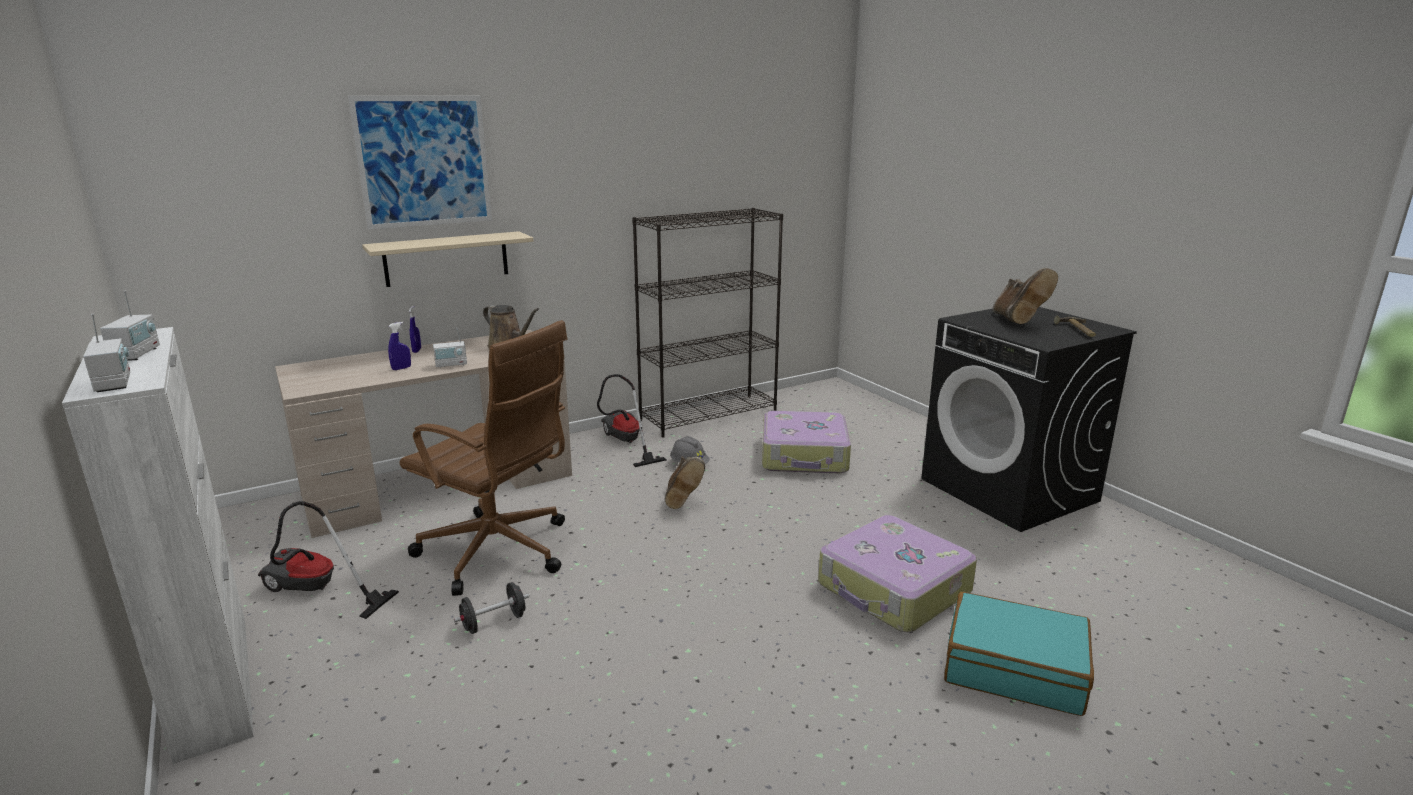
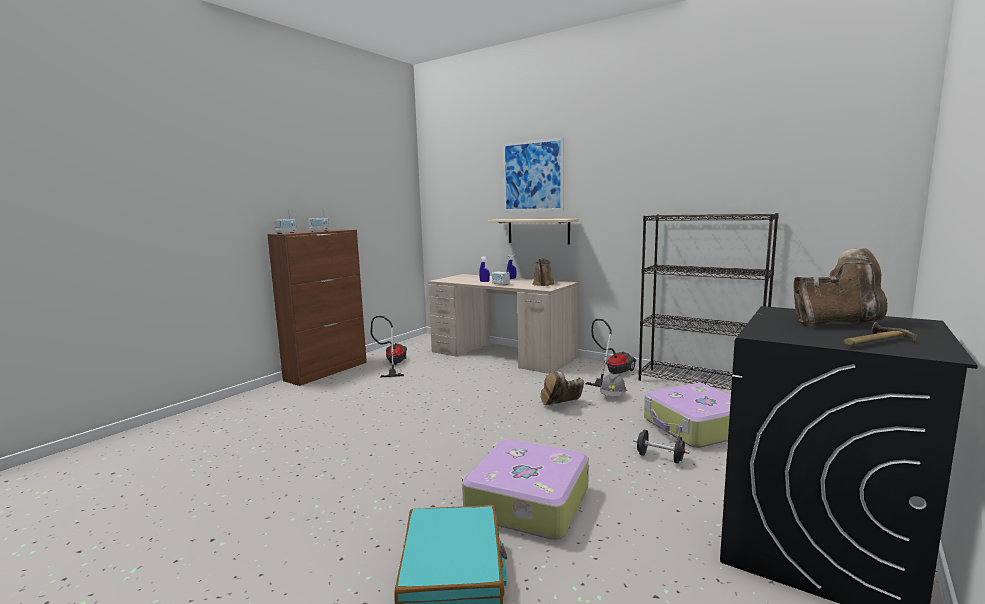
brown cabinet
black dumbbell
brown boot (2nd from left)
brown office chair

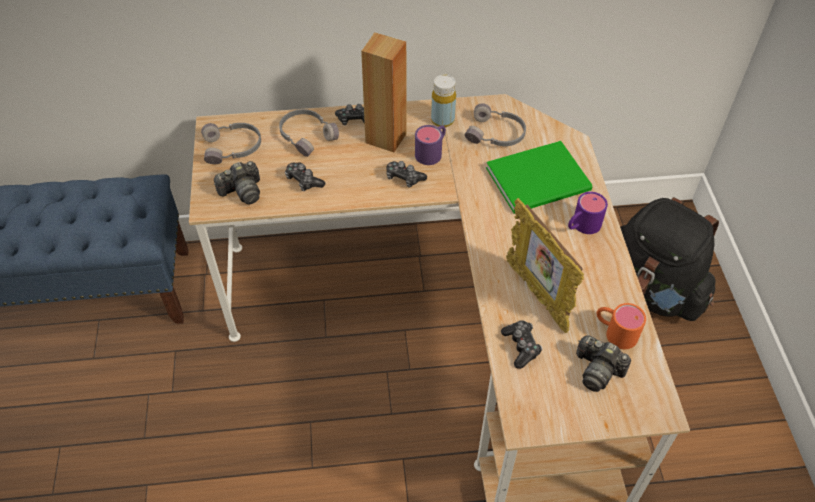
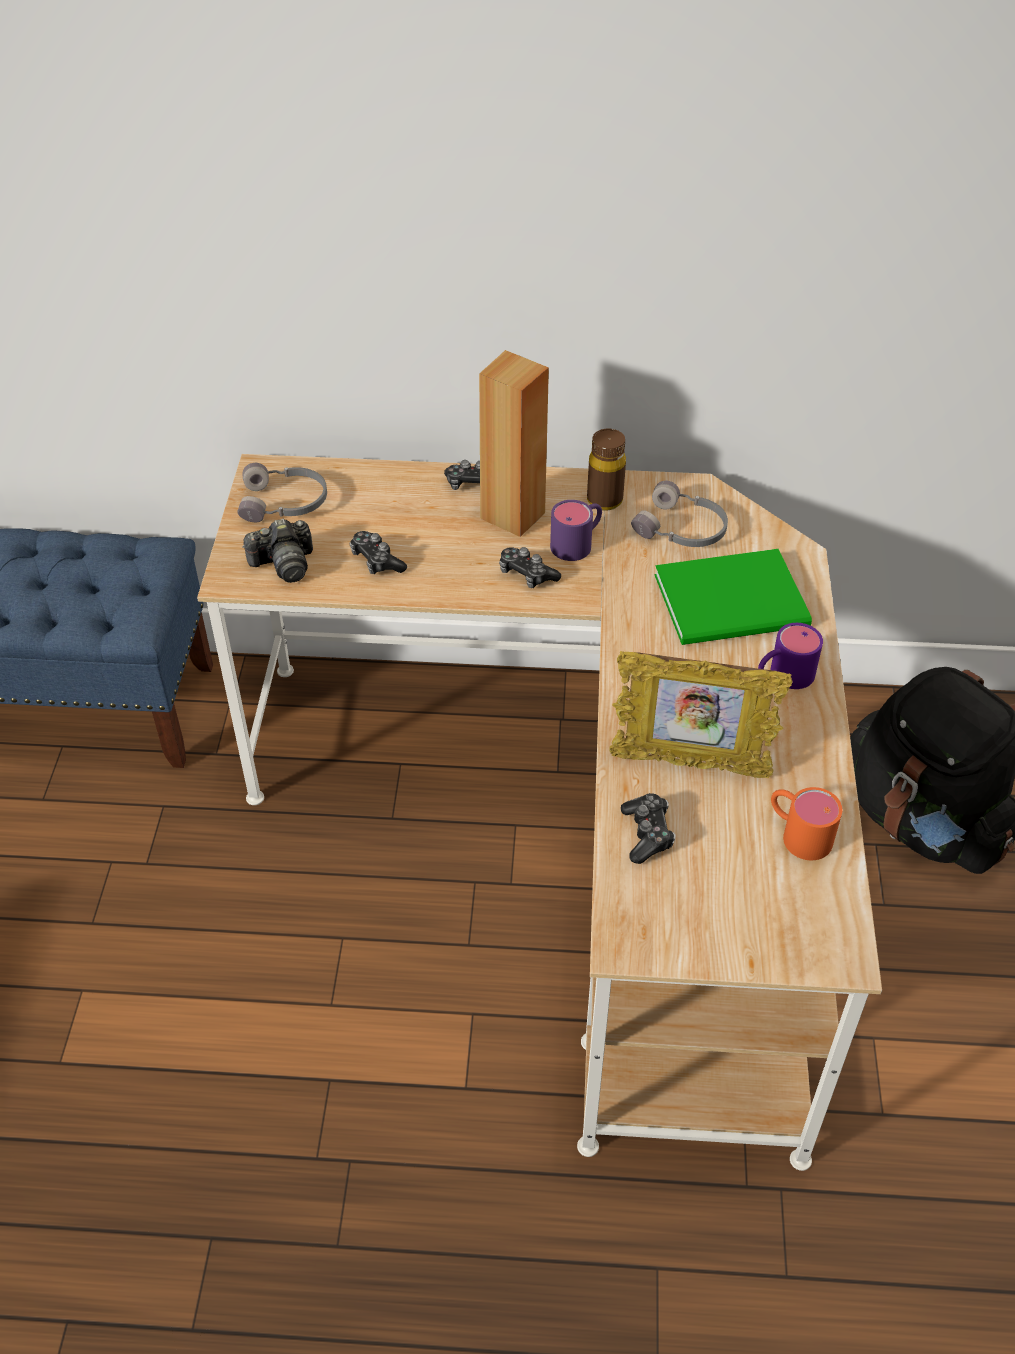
brown bottle
picture frame
grey headphones (2nd from left in the first image)
photo camera (2nd from left in the first image)

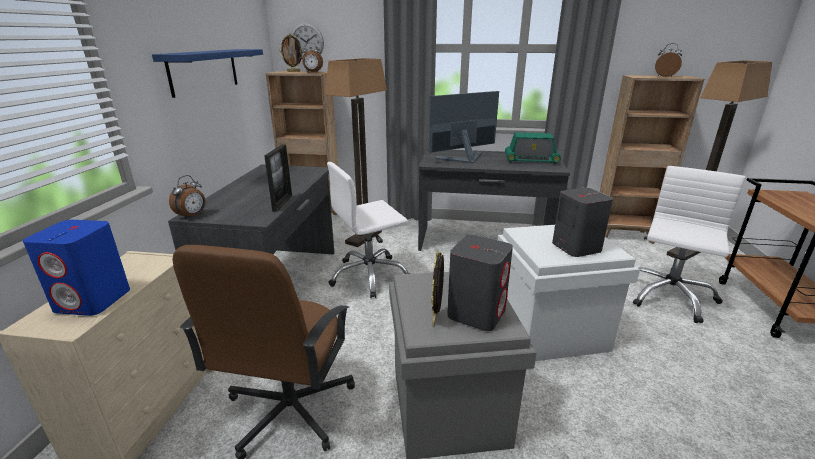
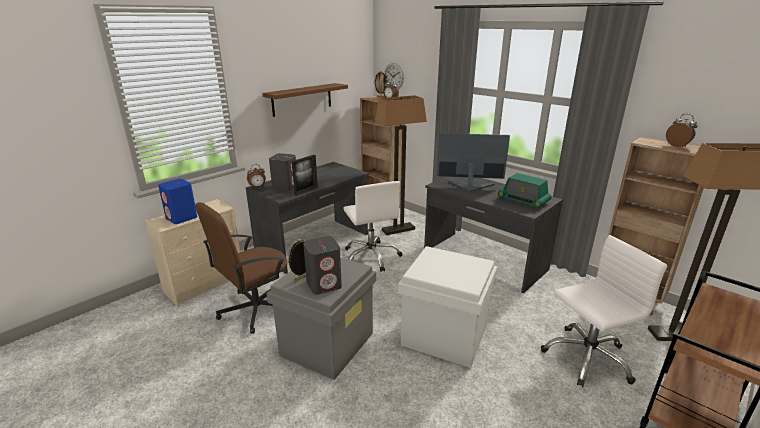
brown shelf
grey speaker (1st from left)
white office chair (1st from left)

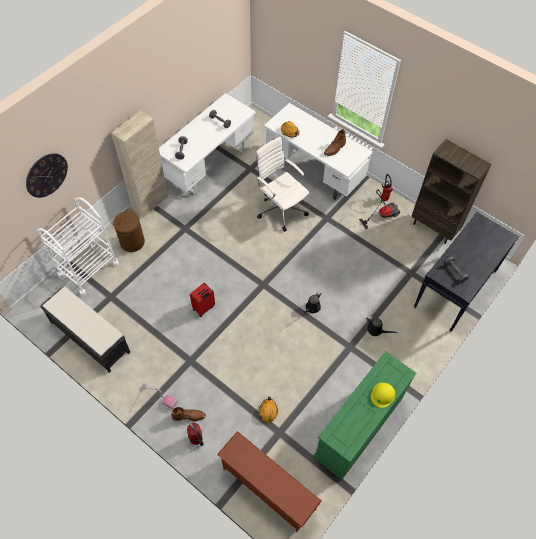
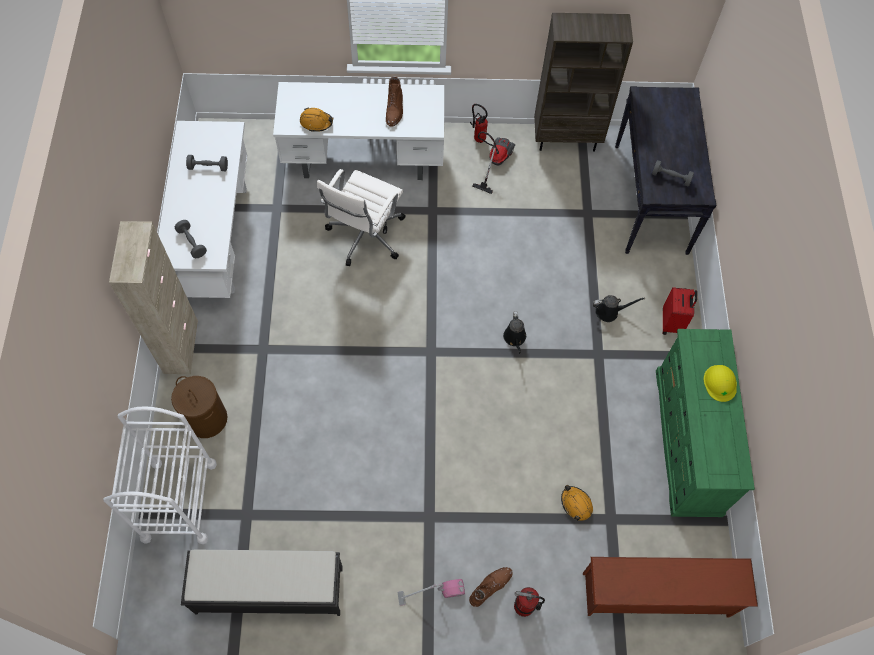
white office chair
red suitcase
wall clock

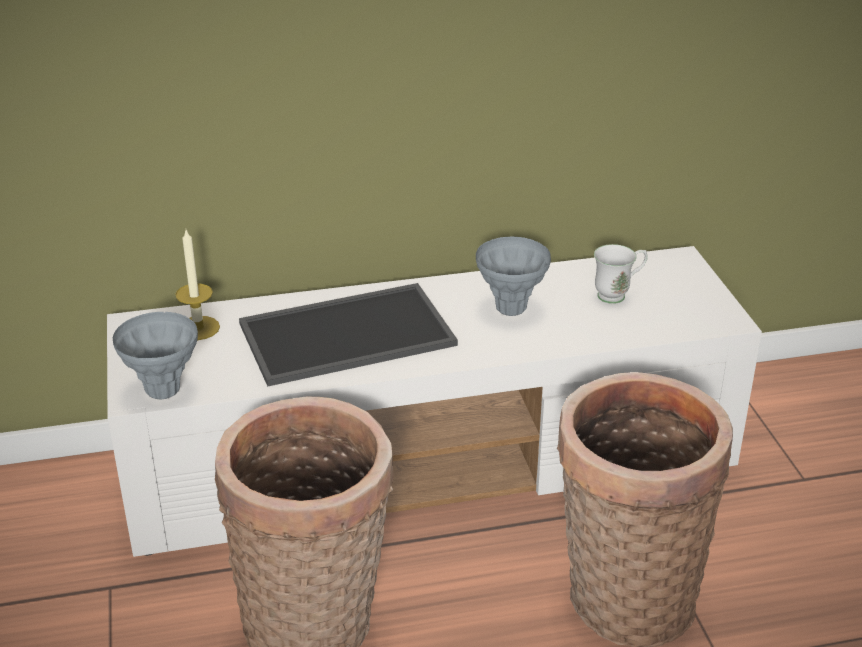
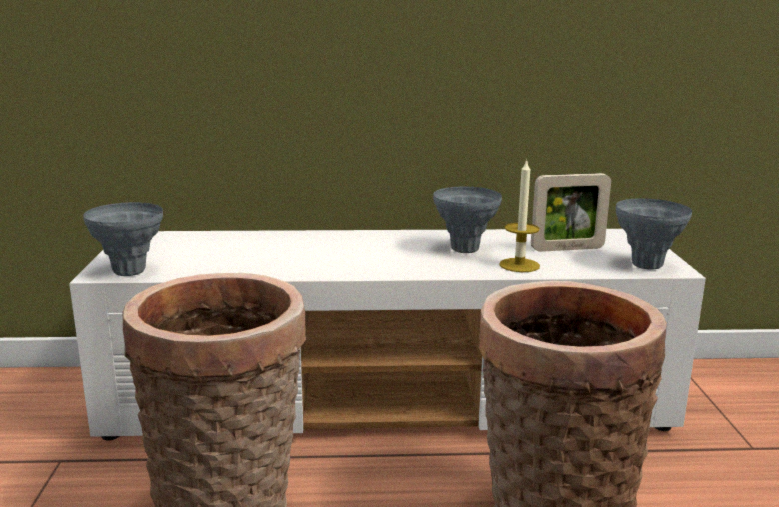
candle
picture frame
grey vase (3rd from left)
tray

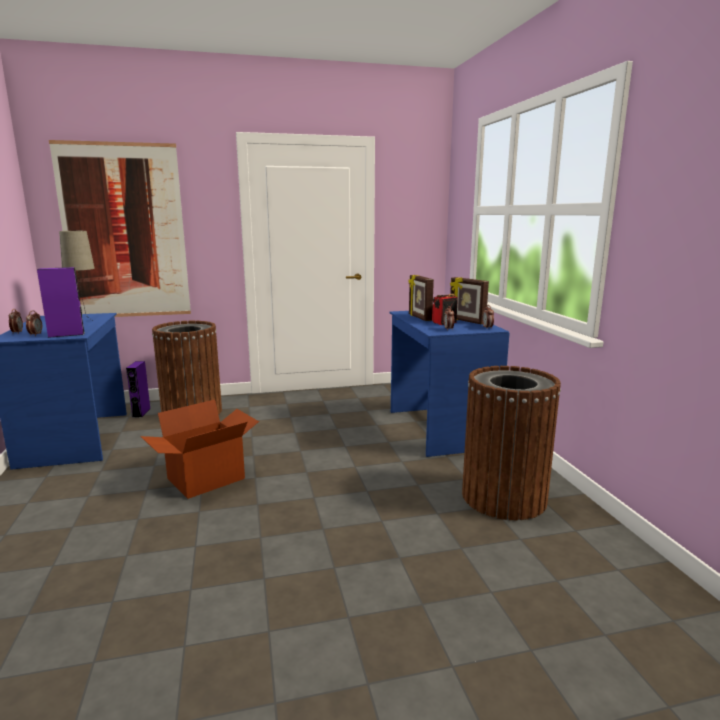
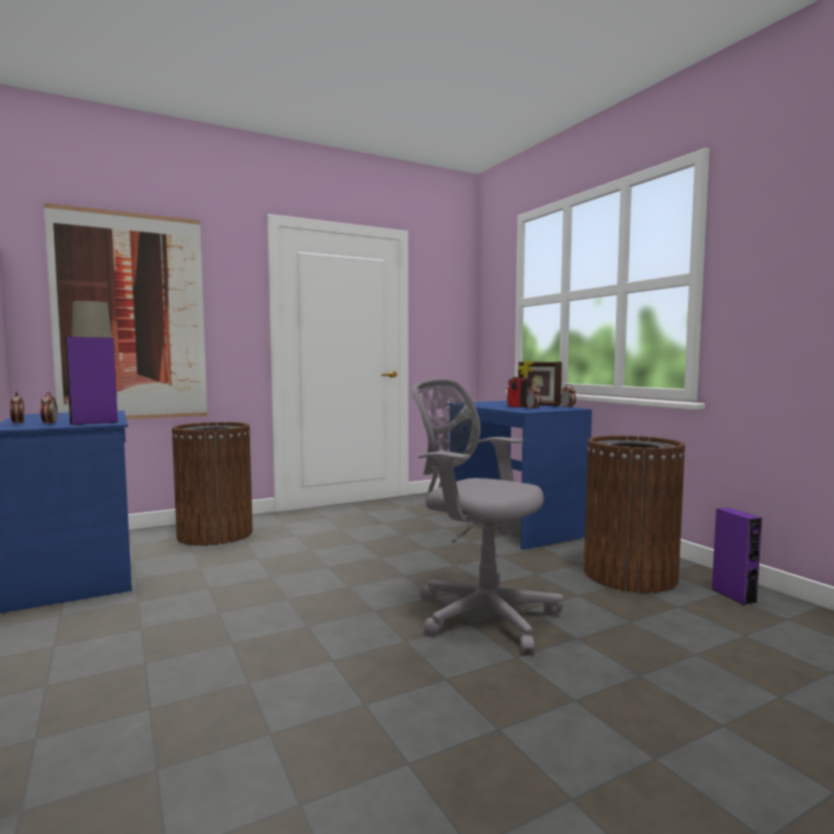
grey office chair
purple speaker (2nd from left)
cardboard box
picture frame (1st from left in the first image)

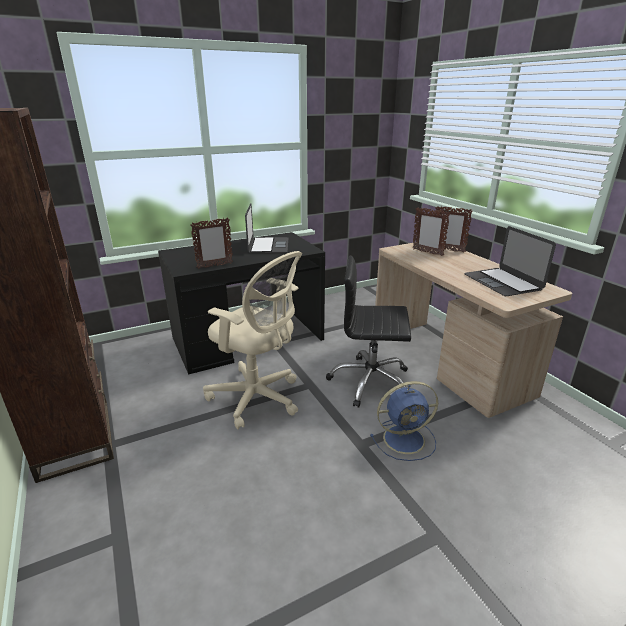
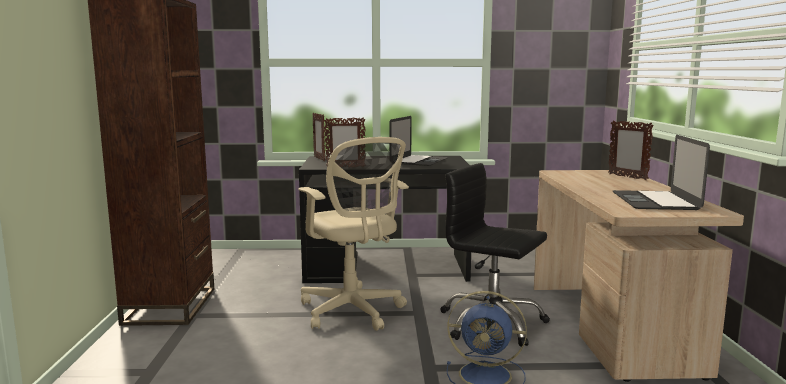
picture frame (1st from left)

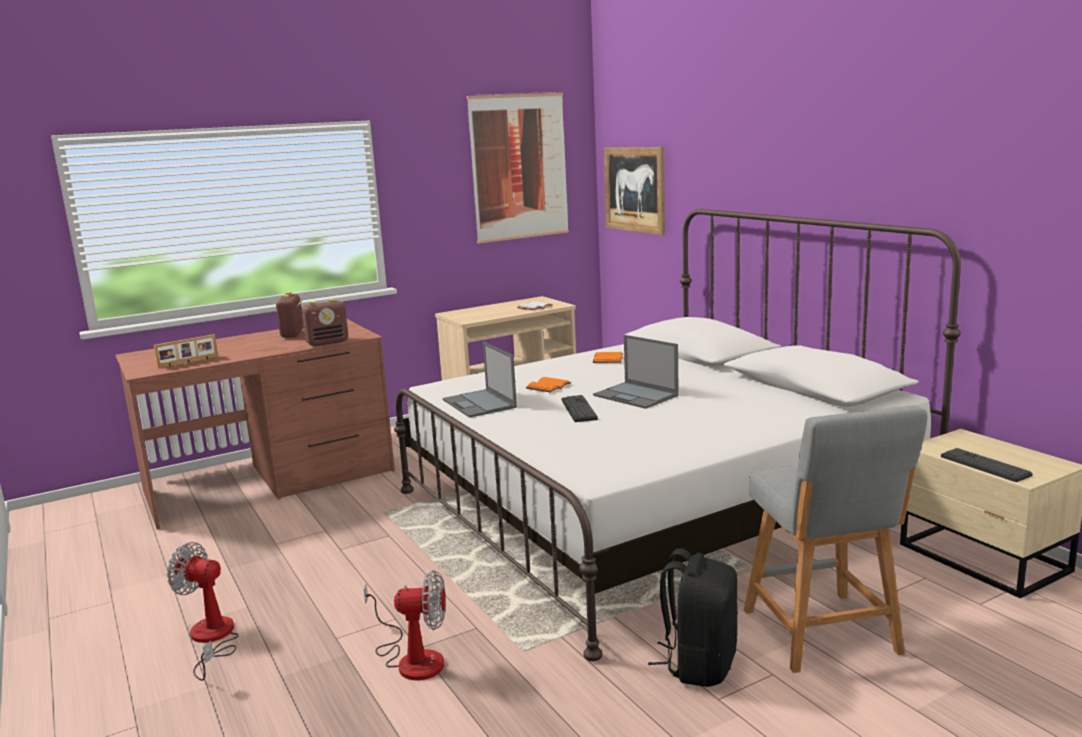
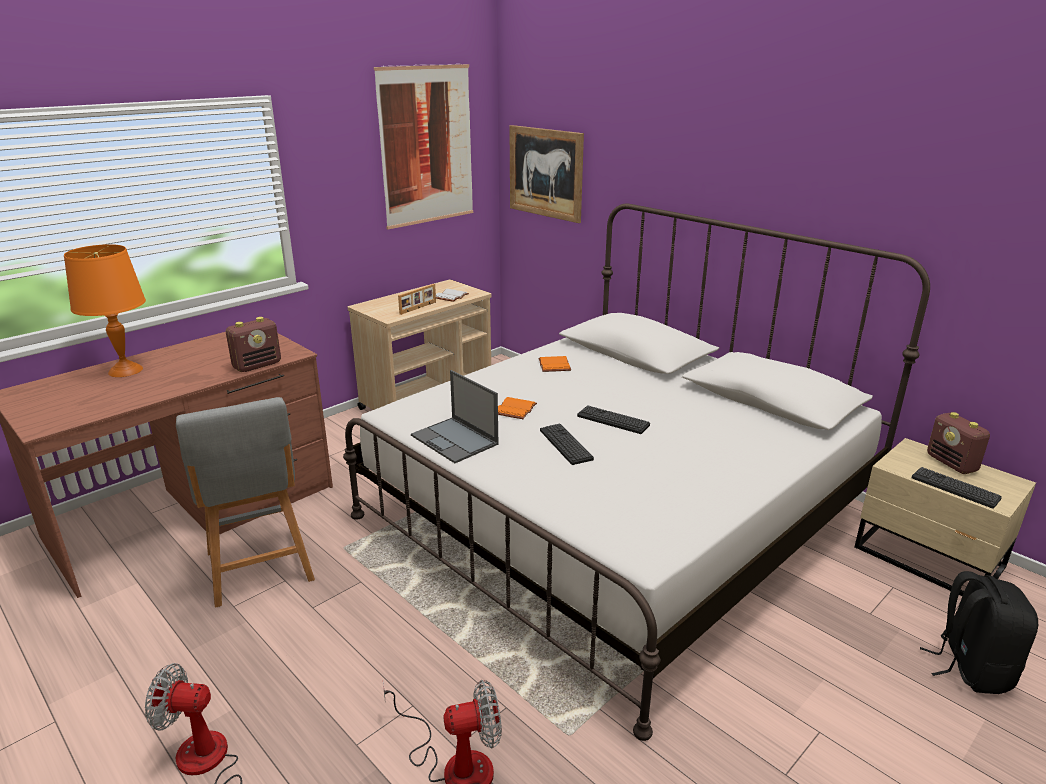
orange table lamp
grey stool
picture frame
keyboard (2nd from left)
black backpack
radio (2nd from left)

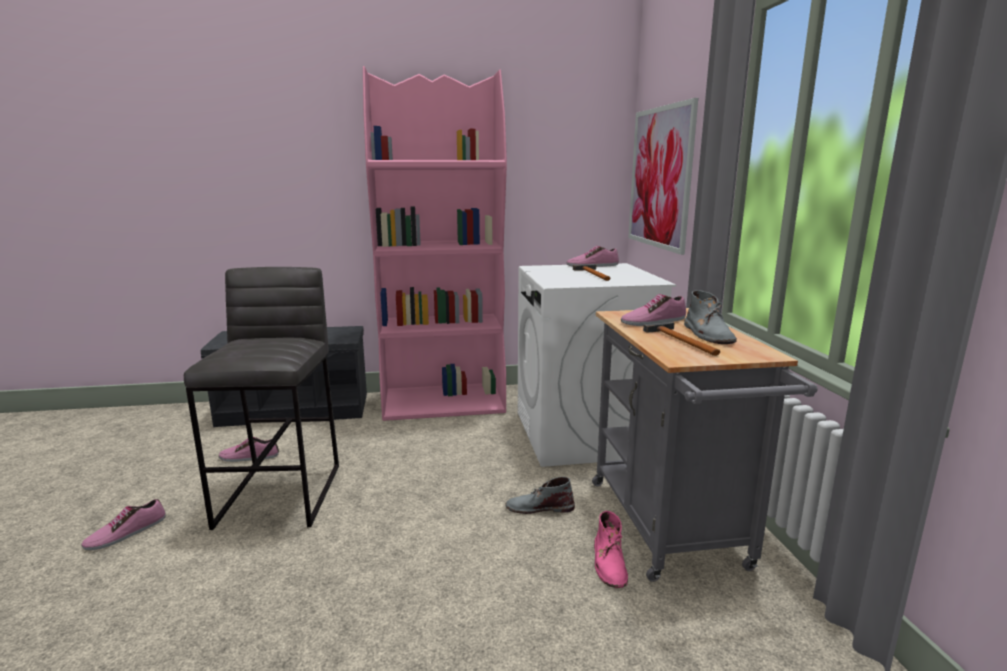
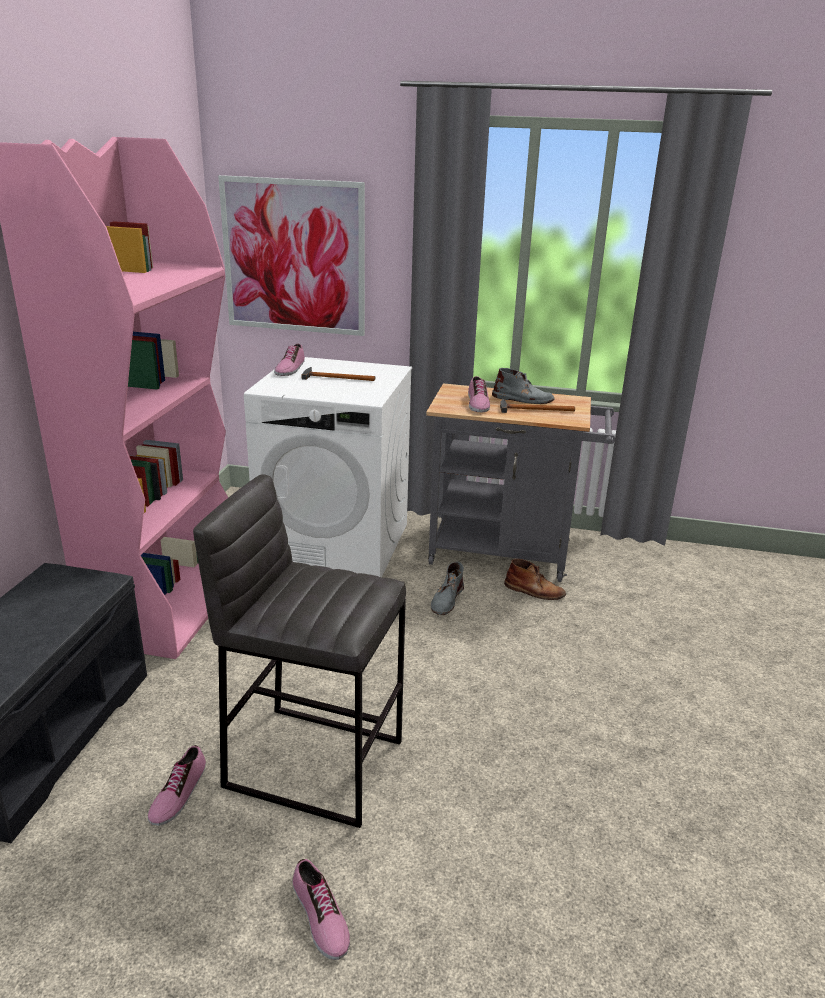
brown boot

